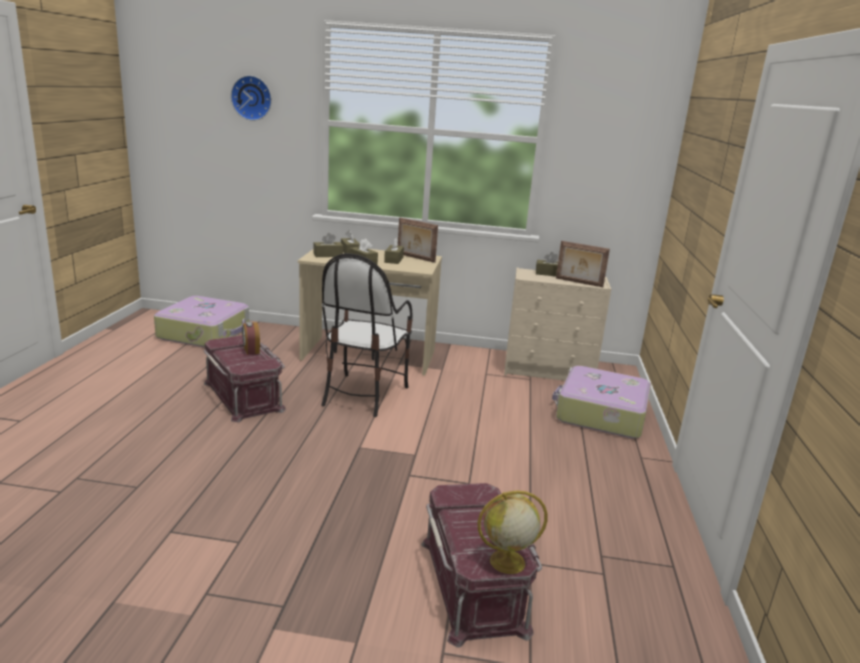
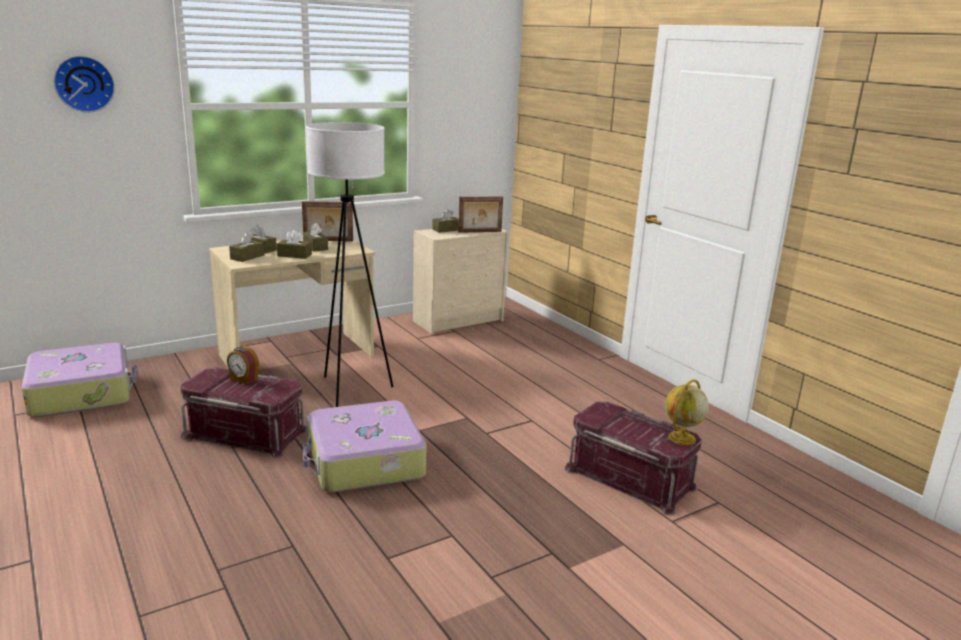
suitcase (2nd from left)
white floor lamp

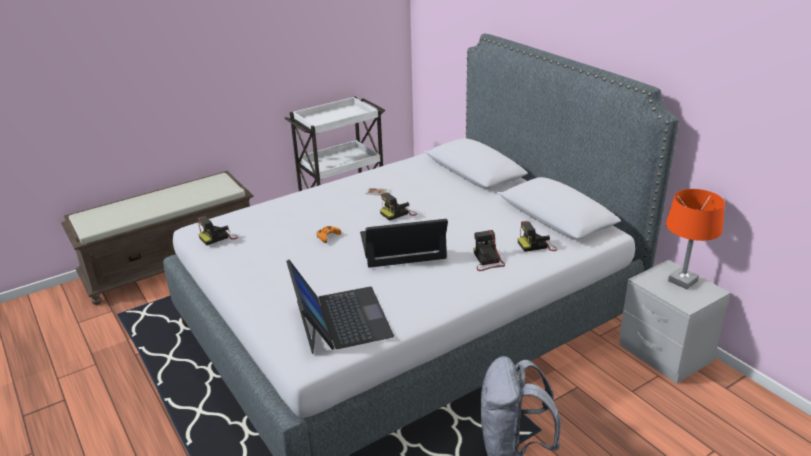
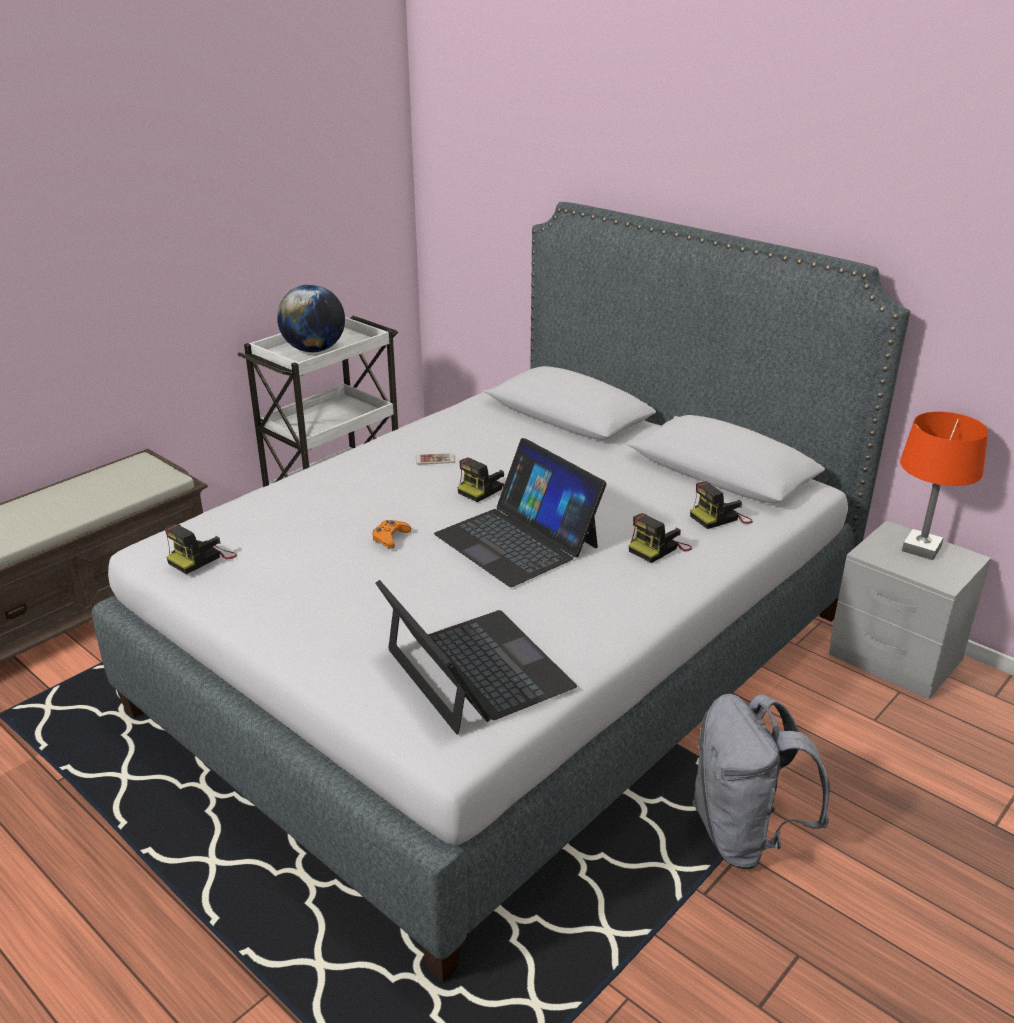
globe
laptop (2nd from left)
photo camera (3rd from left)

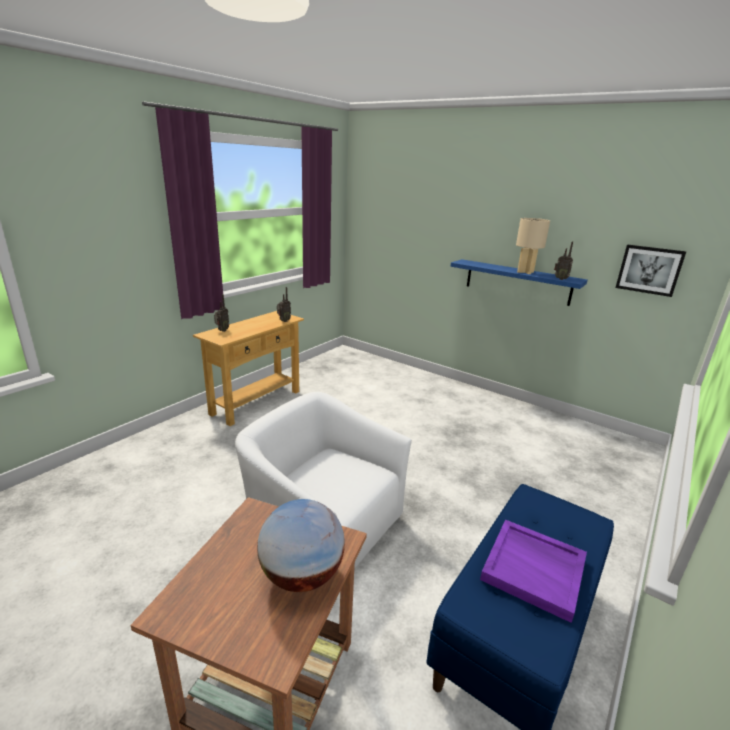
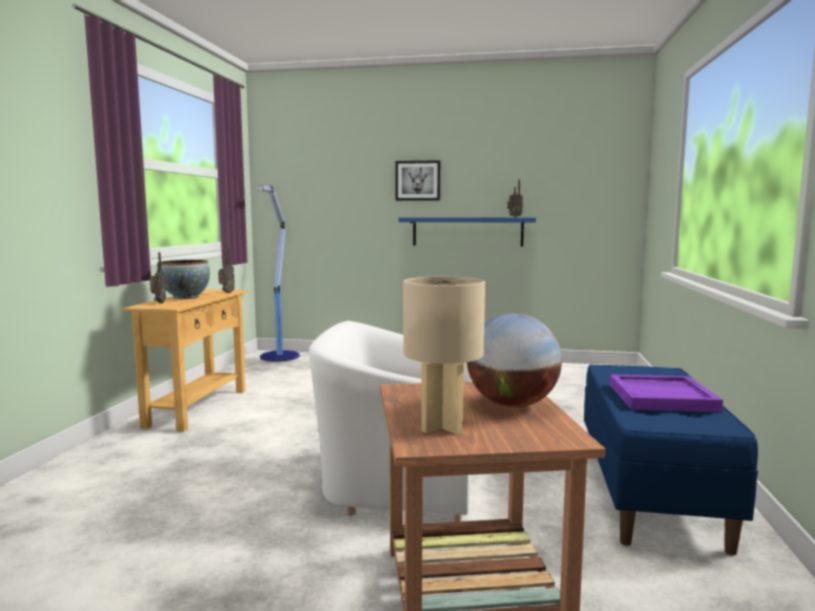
bowl
floor lamp
picture
beige table lamp

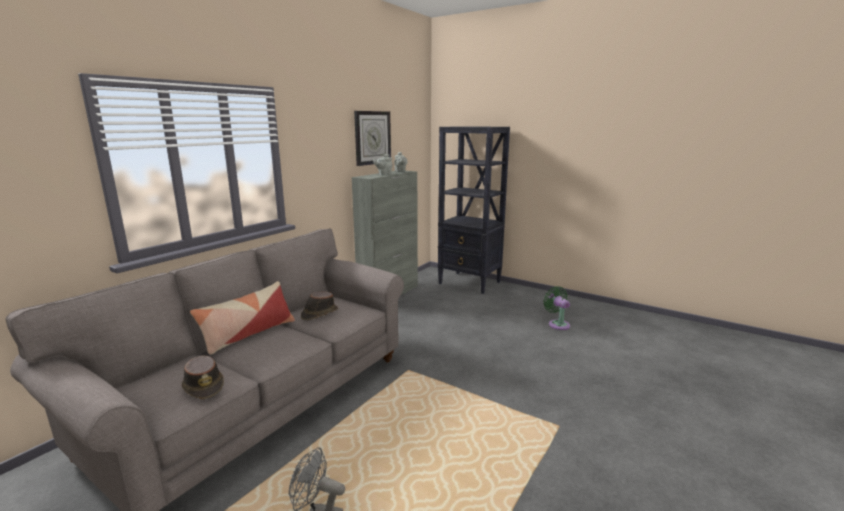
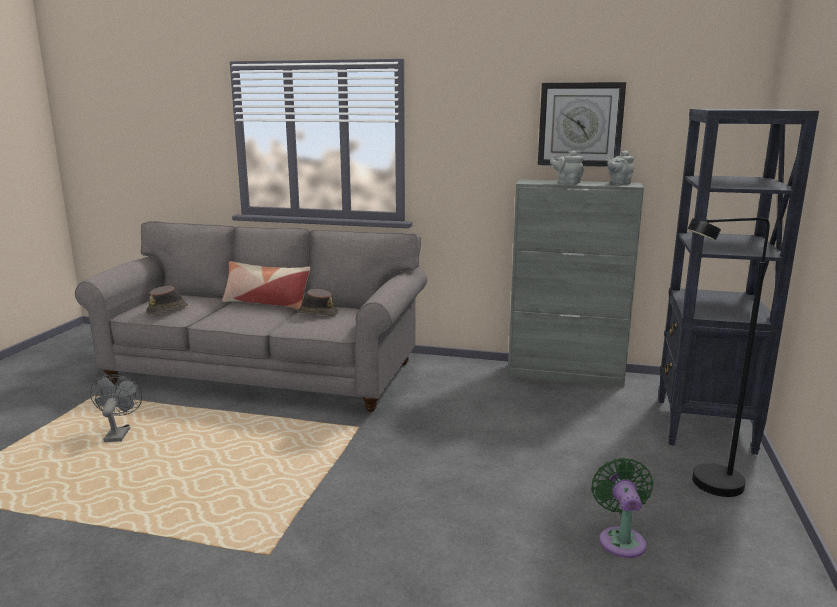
green fan
black floor lamp

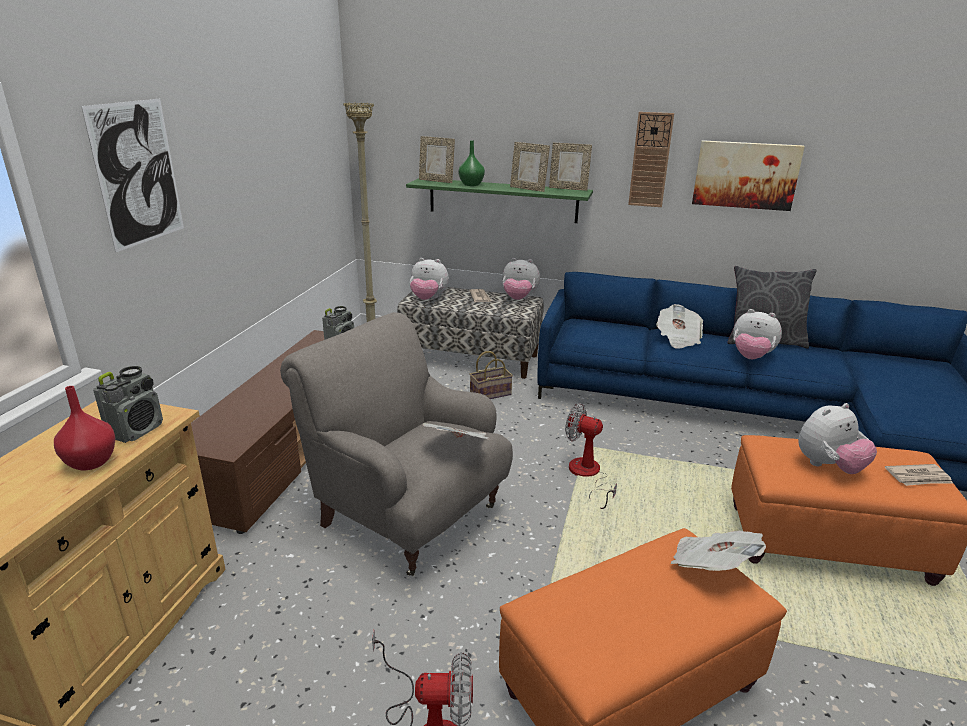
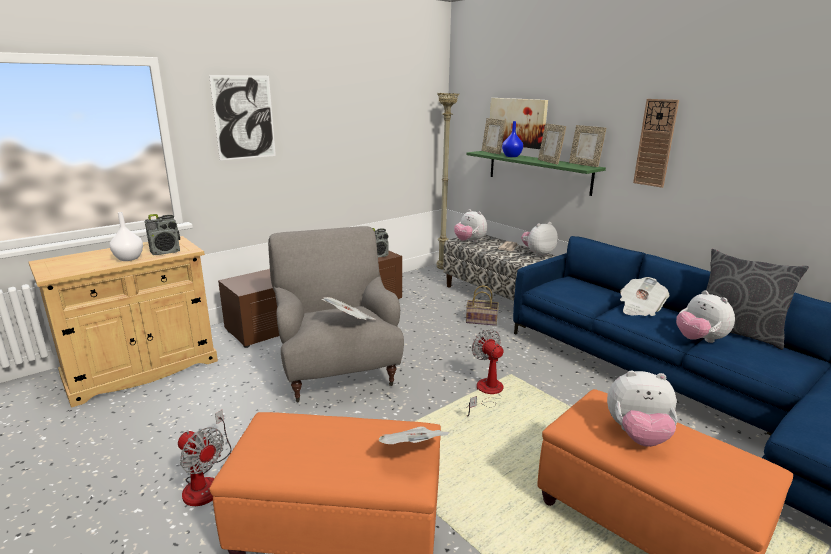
white vase
picture (2nd from left)
blue vase
plush toy (2nd from left)
newspaper (5th from left in the first image)

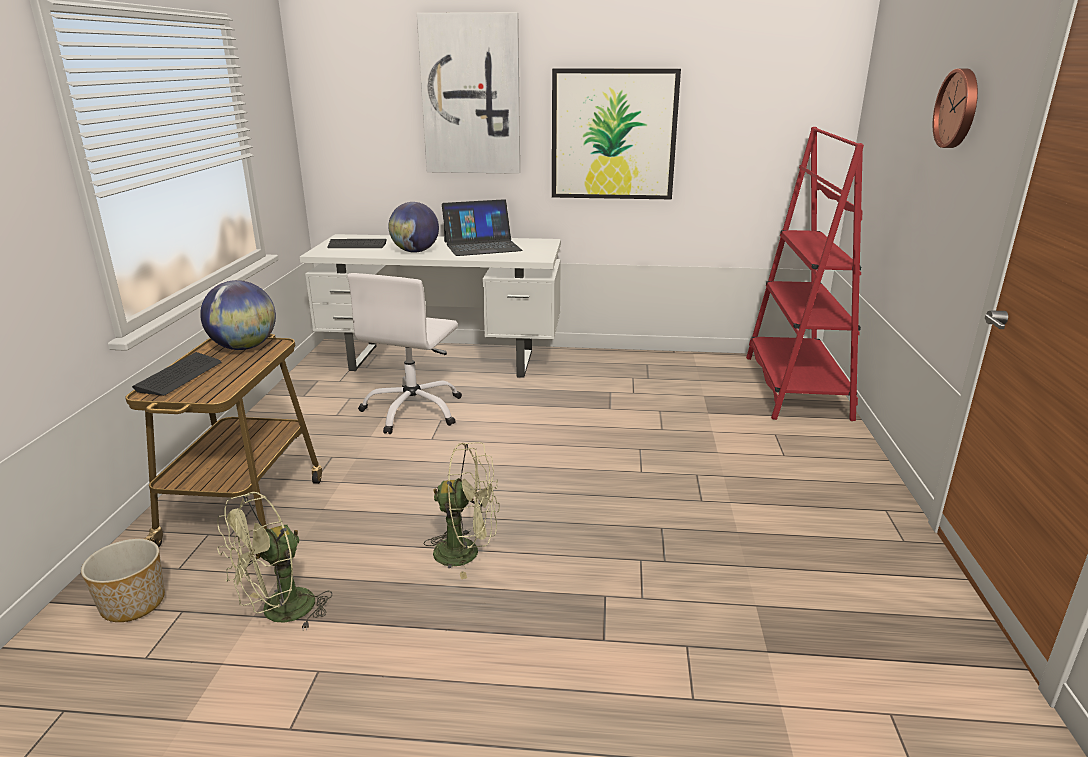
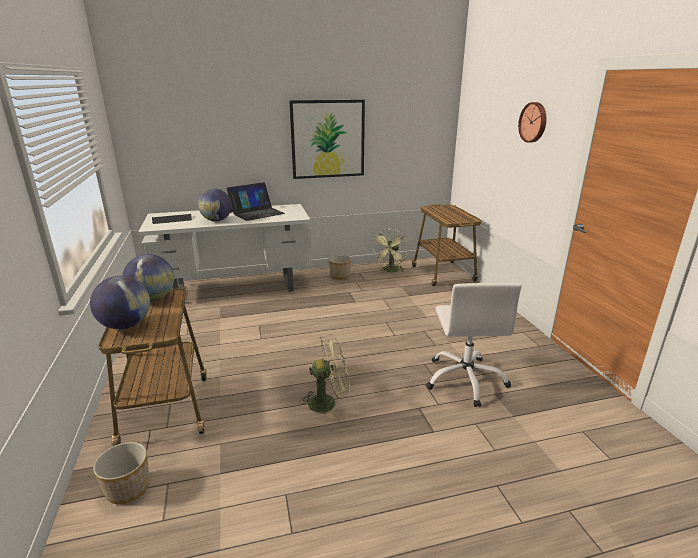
globe (1st from left)
planter (2nd from left)
green fan (2nd from left)
cart (2nd from left)
white office chair
picture (1st from left in the first image)

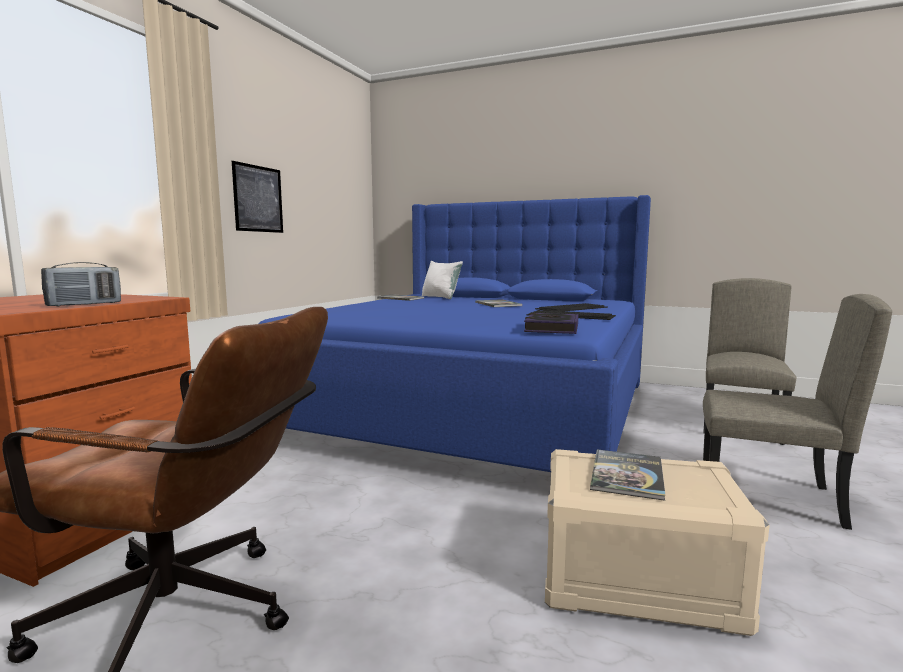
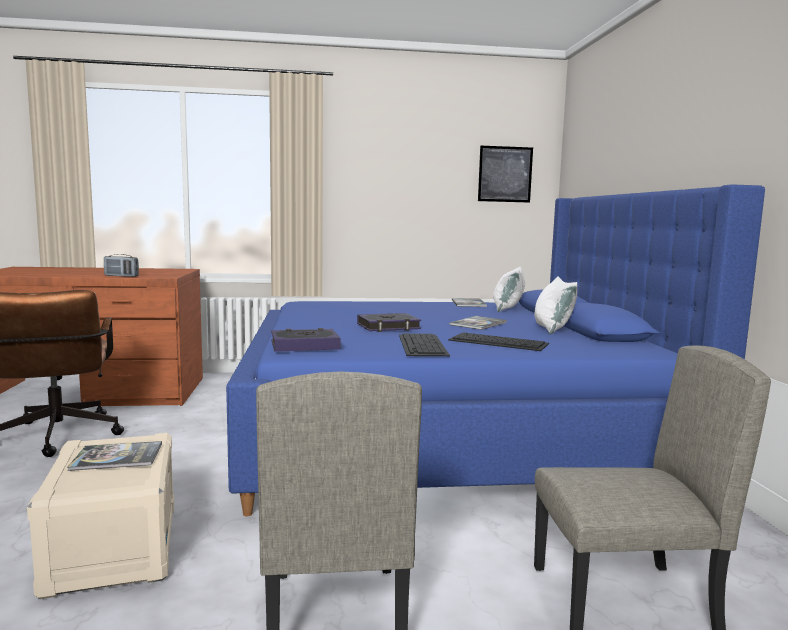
book (3rd from left)
picture
white pillow (2nd from left)

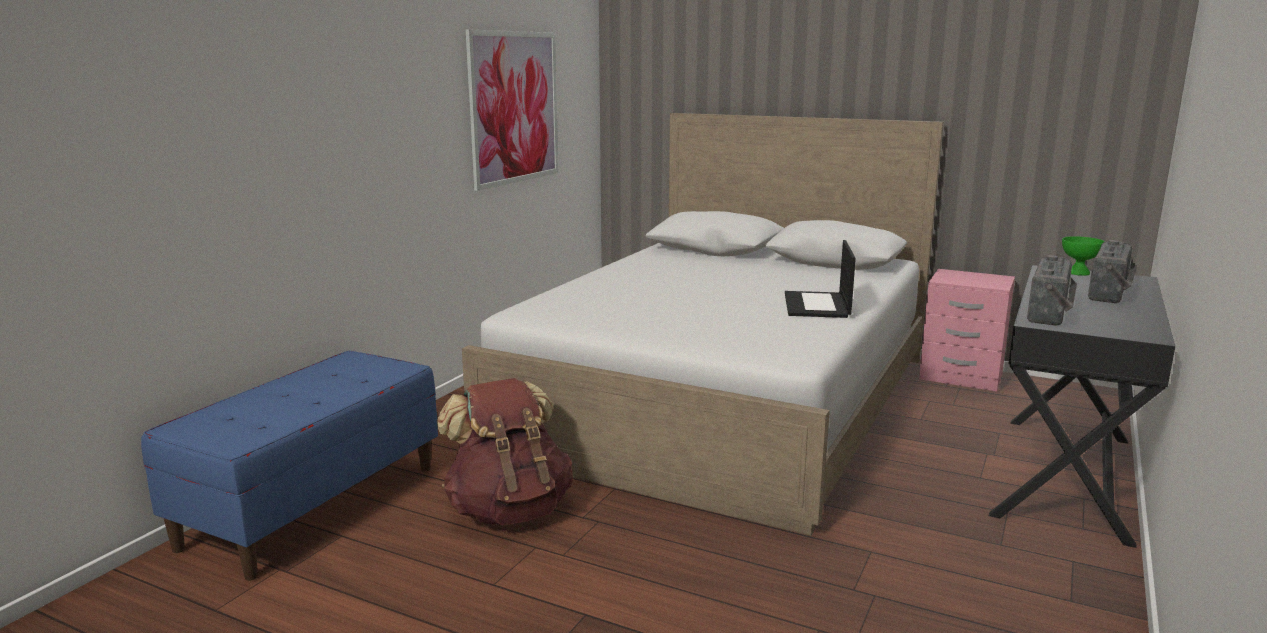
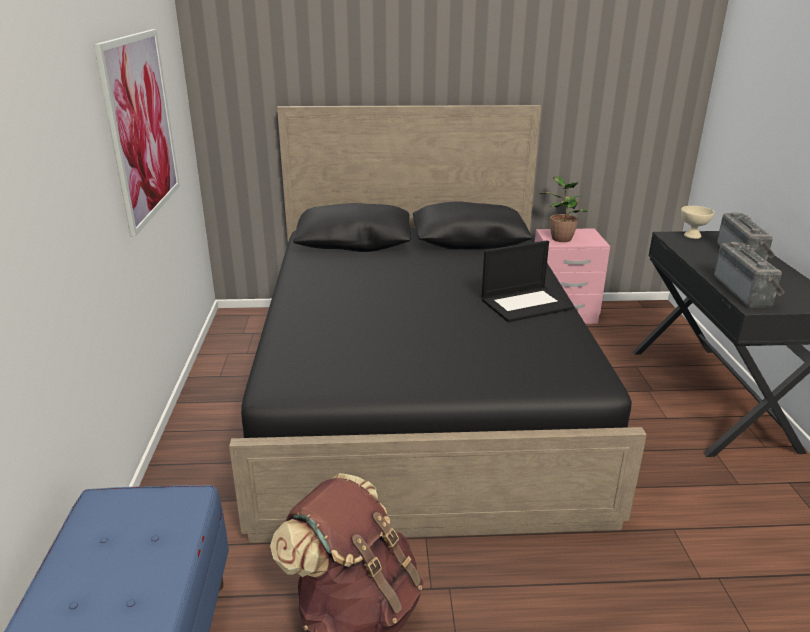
black bed
laptop
potted plant
beige bowl

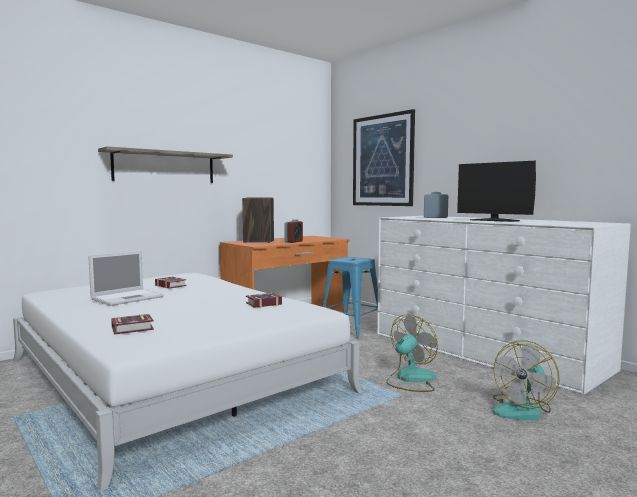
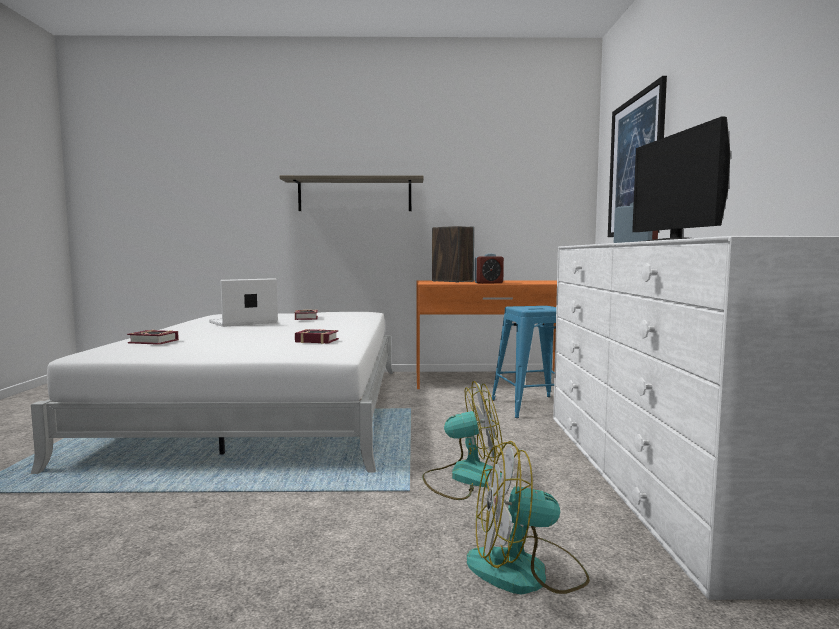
laptop

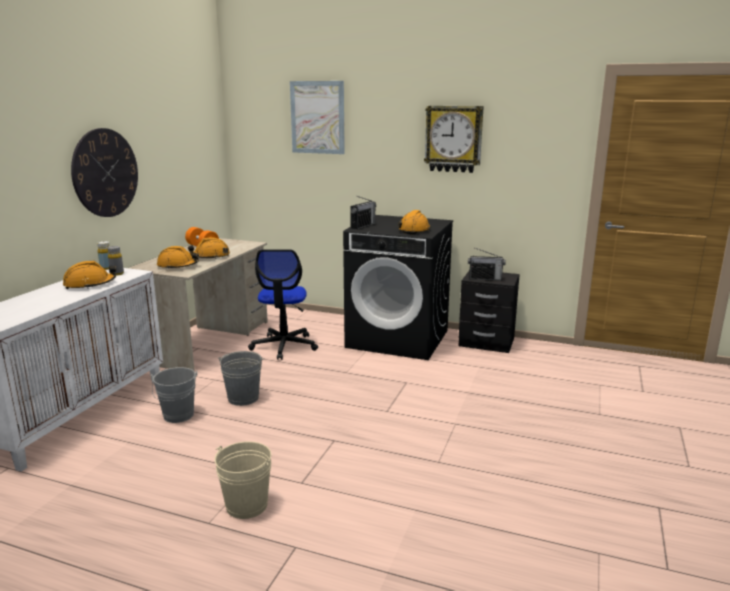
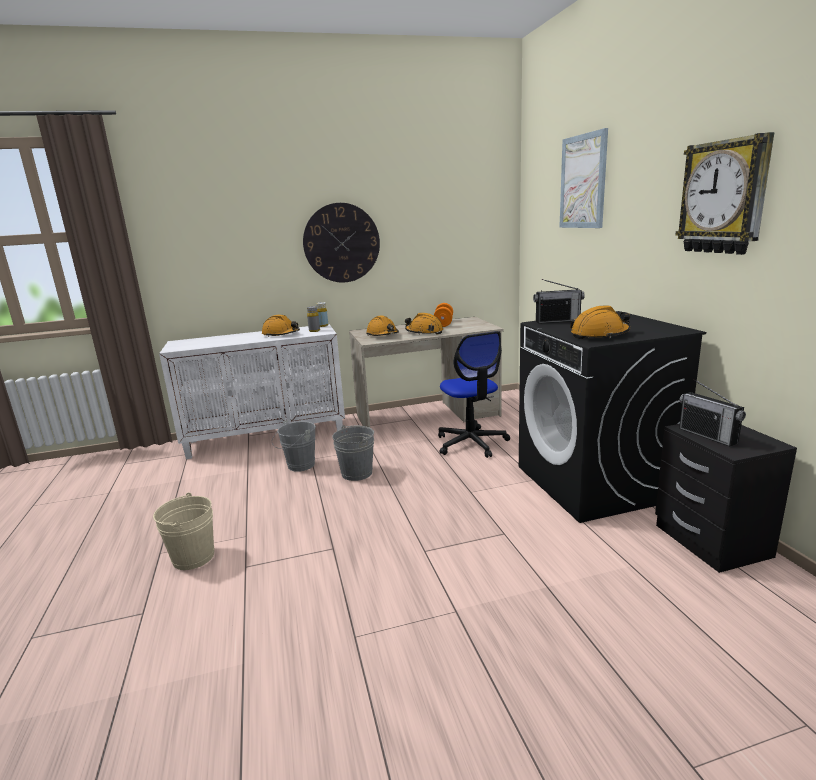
office chair

